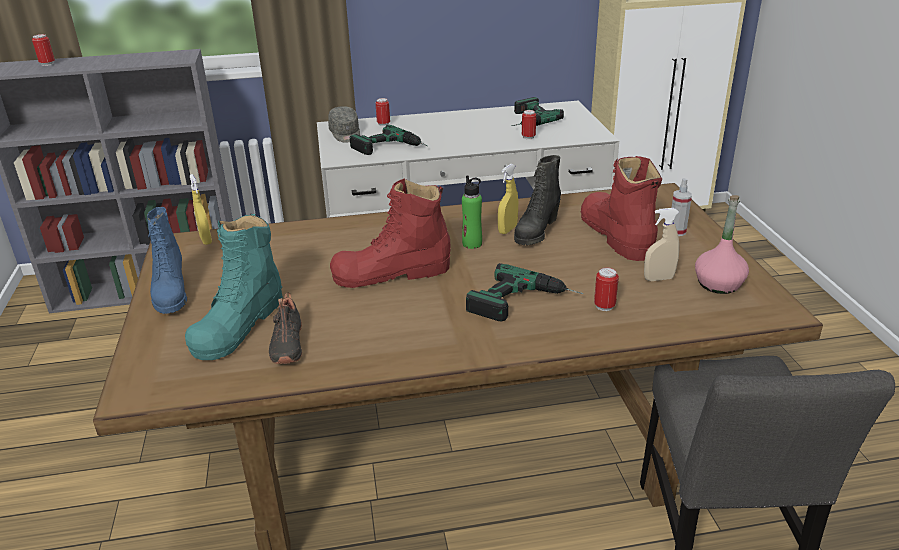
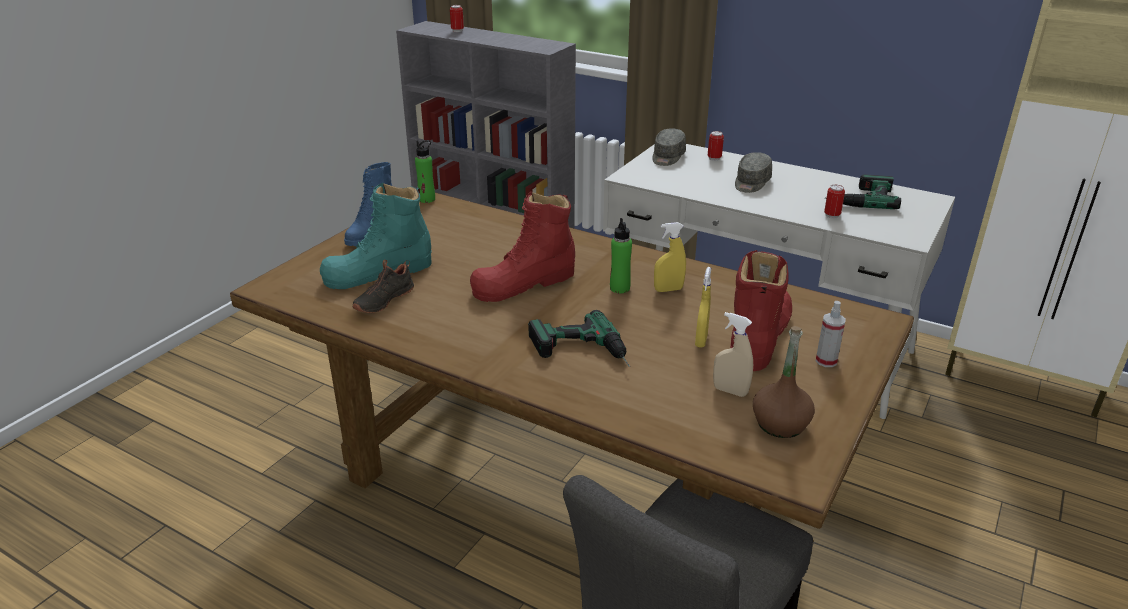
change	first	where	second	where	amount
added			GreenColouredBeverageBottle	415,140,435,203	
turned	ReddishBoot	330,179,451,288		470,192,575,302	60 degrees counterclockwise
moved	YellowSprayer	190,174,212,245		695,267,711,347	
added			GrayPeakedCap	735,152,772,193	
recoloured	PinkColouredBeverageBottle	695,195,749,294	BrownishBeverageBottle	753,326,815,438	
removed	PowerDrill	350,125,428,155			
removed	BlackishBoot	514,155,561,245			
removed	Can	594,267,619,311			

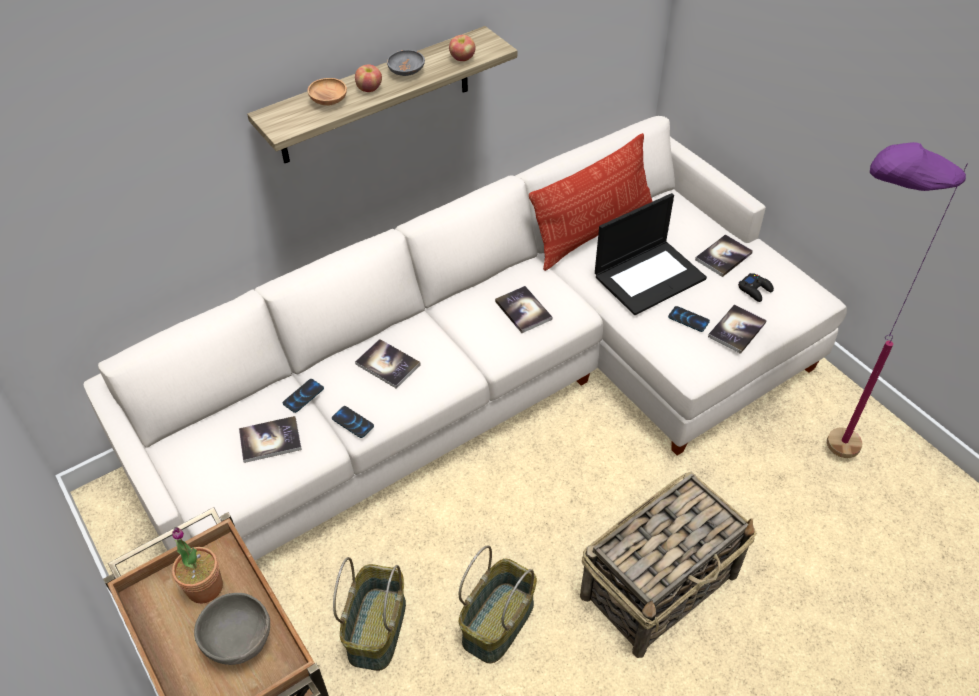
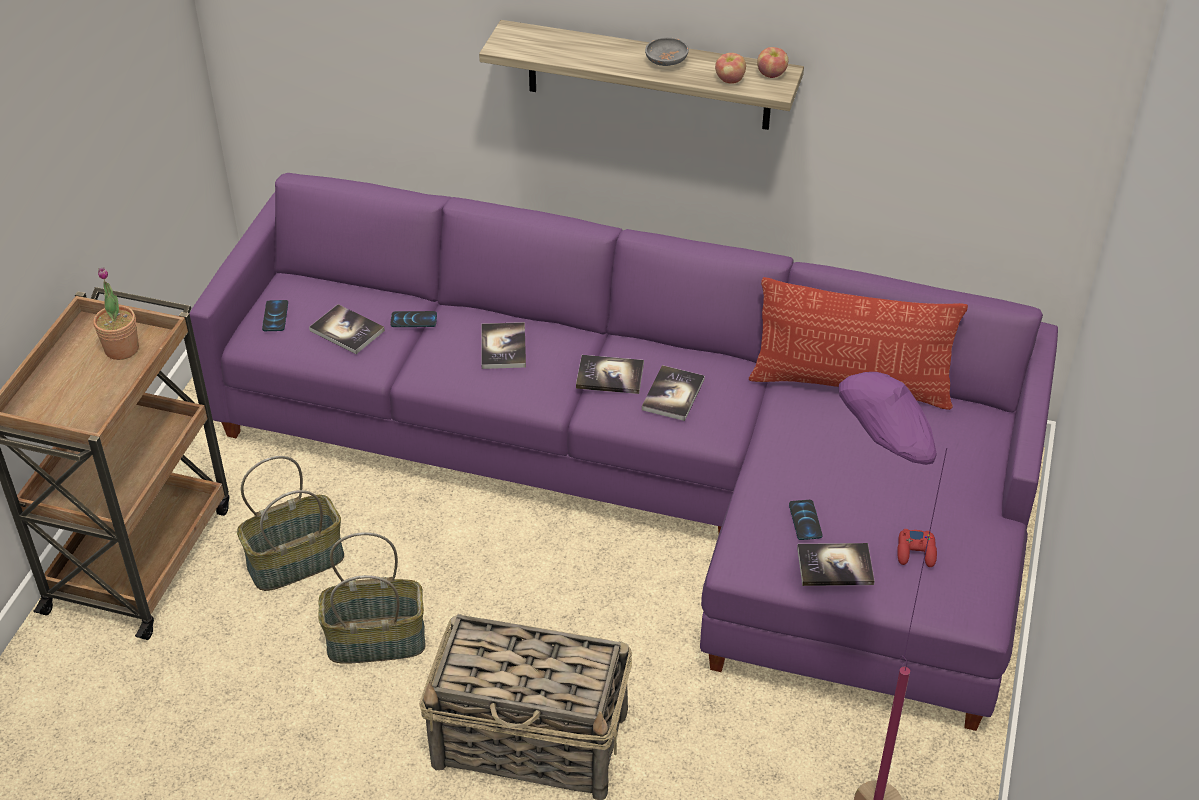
change	first	where	second	where	amount
recoloured	WhiteCouch	83,116,847,560	PurpleCouch	189,173,1058,731	
moved	Handset	332,406,374,438		262,300,288,331	
moved	BoundBook	695,234,753,277		576,355,644,394	
moved	WholeApple	355,64,382,92		757,47,788,78	
recoloured	BlackishGameController	738,273,774,302	ReddishGameController	897,529,937,567	
removed	GrayDeepDish	194,593,270,665			
removed	BrownishDeepDish	307,78,347,105			
removed	PortableComputer	595,193,707,315			

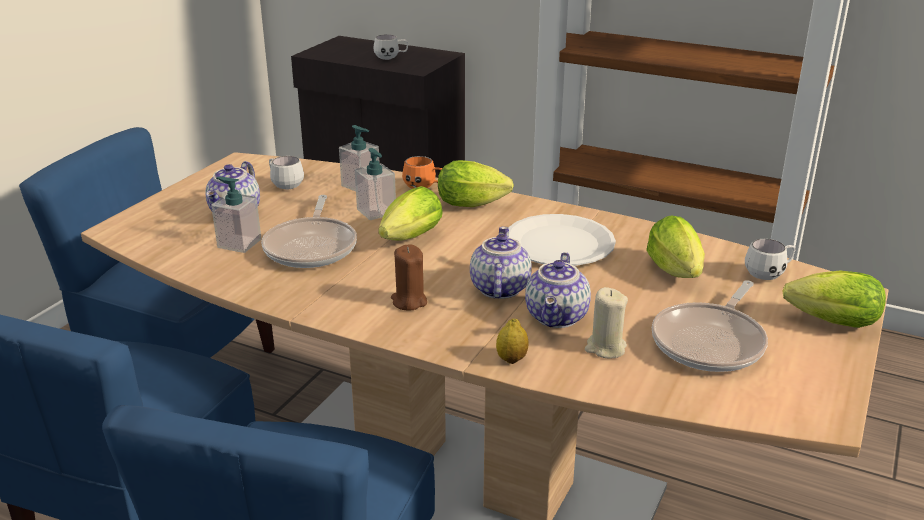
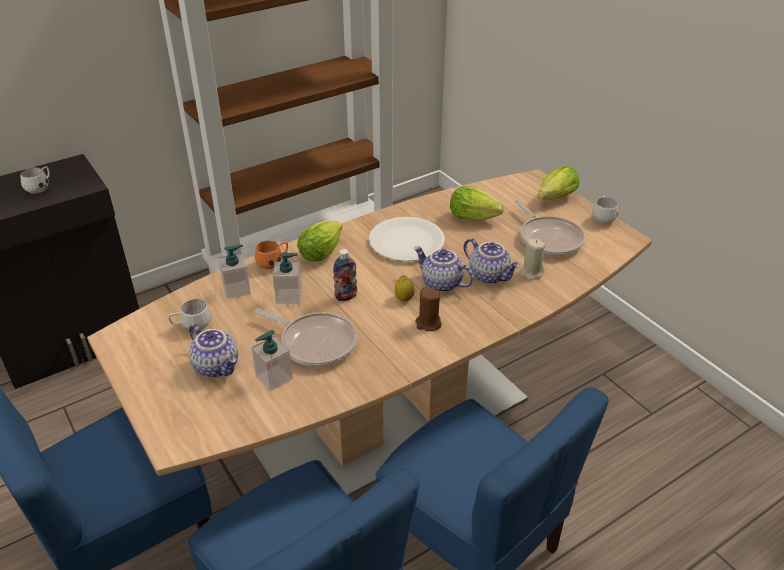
change	first	where	second	where	amount
replaced	Lettuce	378,186,443,241	BeverageBottle	333,249,357,301	
moved	WholeLemon	496,319,529,364		395,275,414,301	
moved	WhiteTeaMug	745,239,795,280		592,196,618,224	

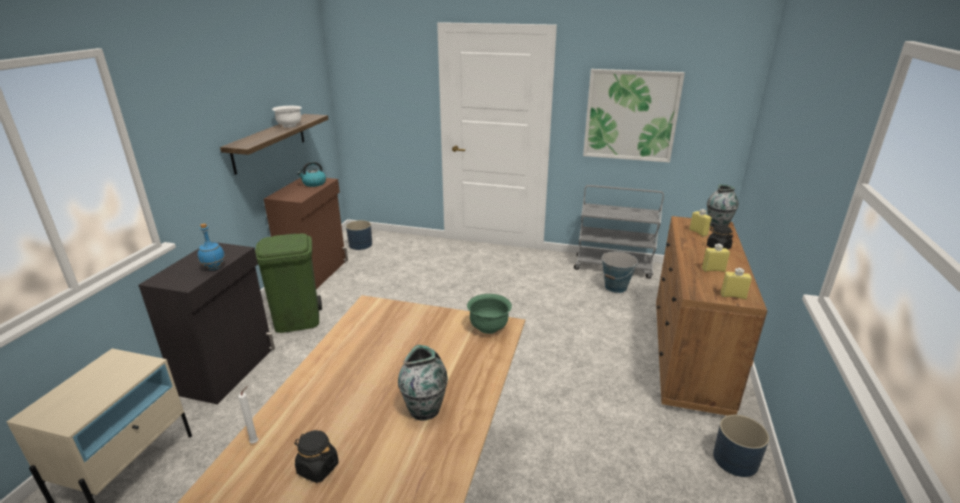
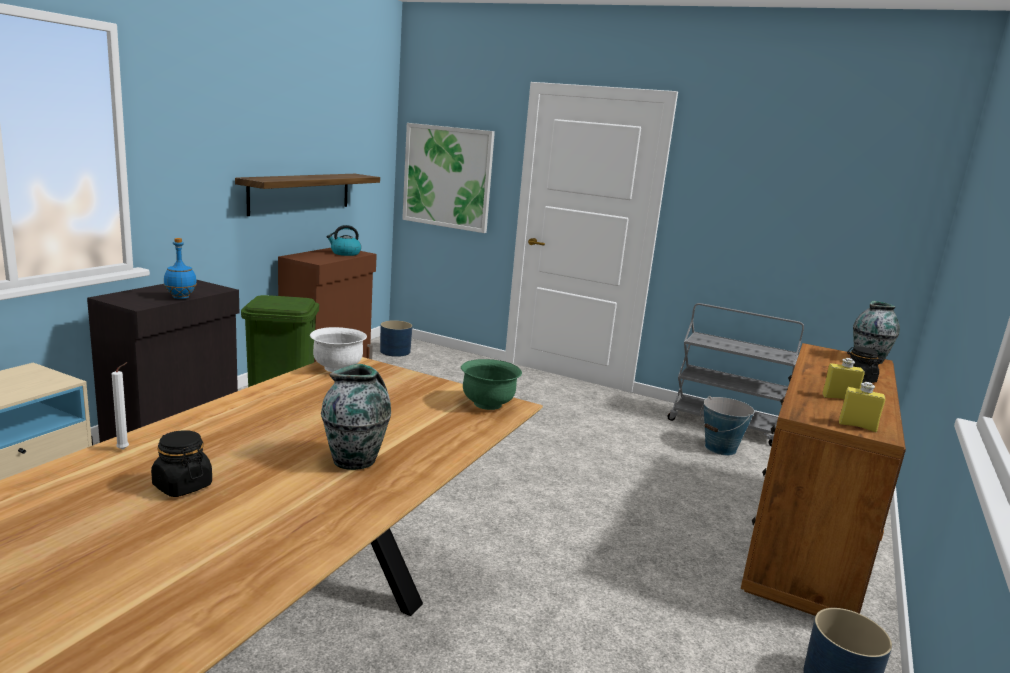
change	first	where	second	where	amount
moved	WhiteDeepDish	272,106,302,128		310,327,367,372	
moved	Picture	583,69,685,163		402,123,495,233	
removed	YellowBeverageBottle	689,209,712,237			

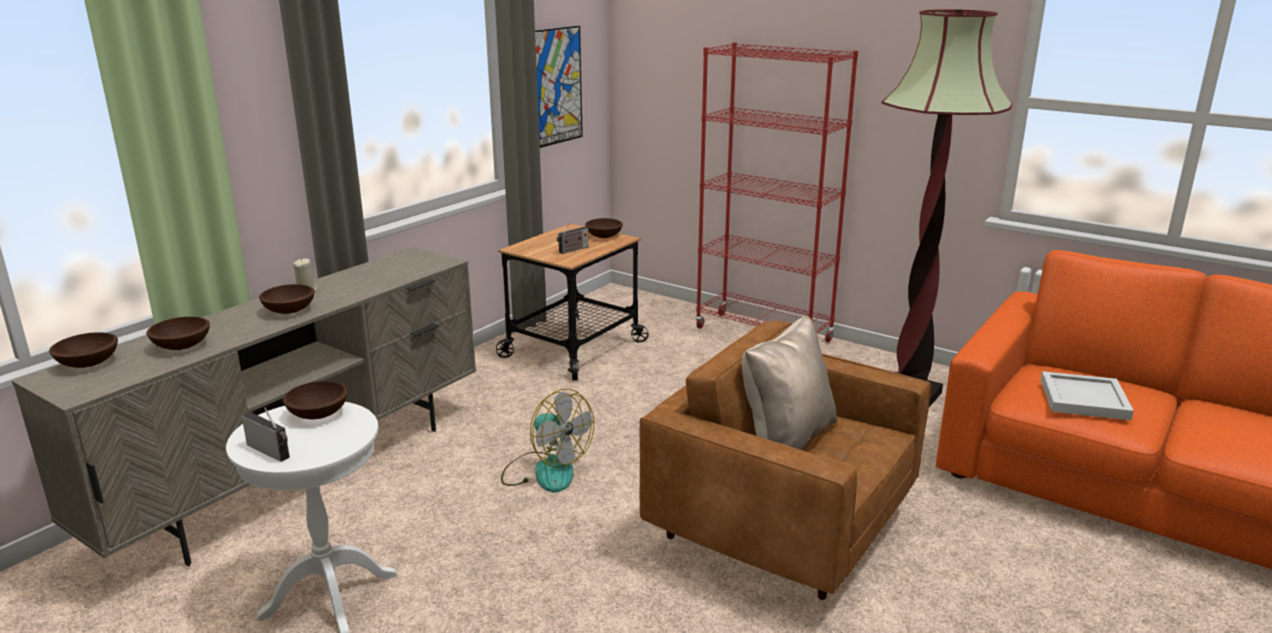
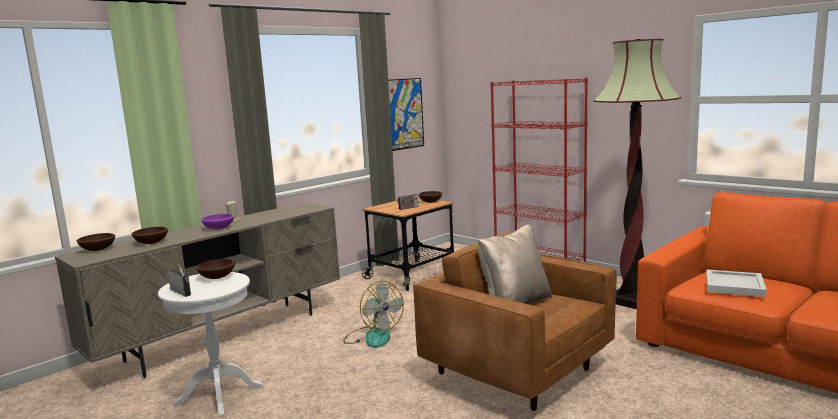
change	first	where	second	where	amount
recoloured	BrownishDeepDish	259,284,315,314	PurpleDeepDish	201,214,234,230	

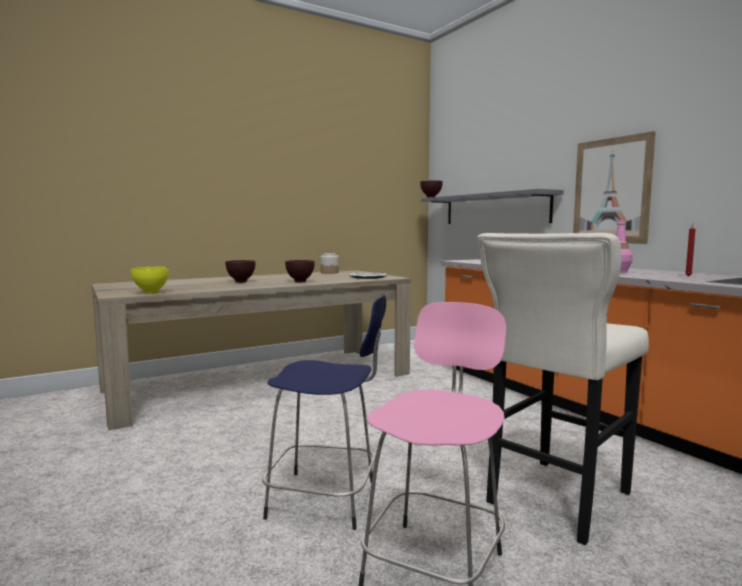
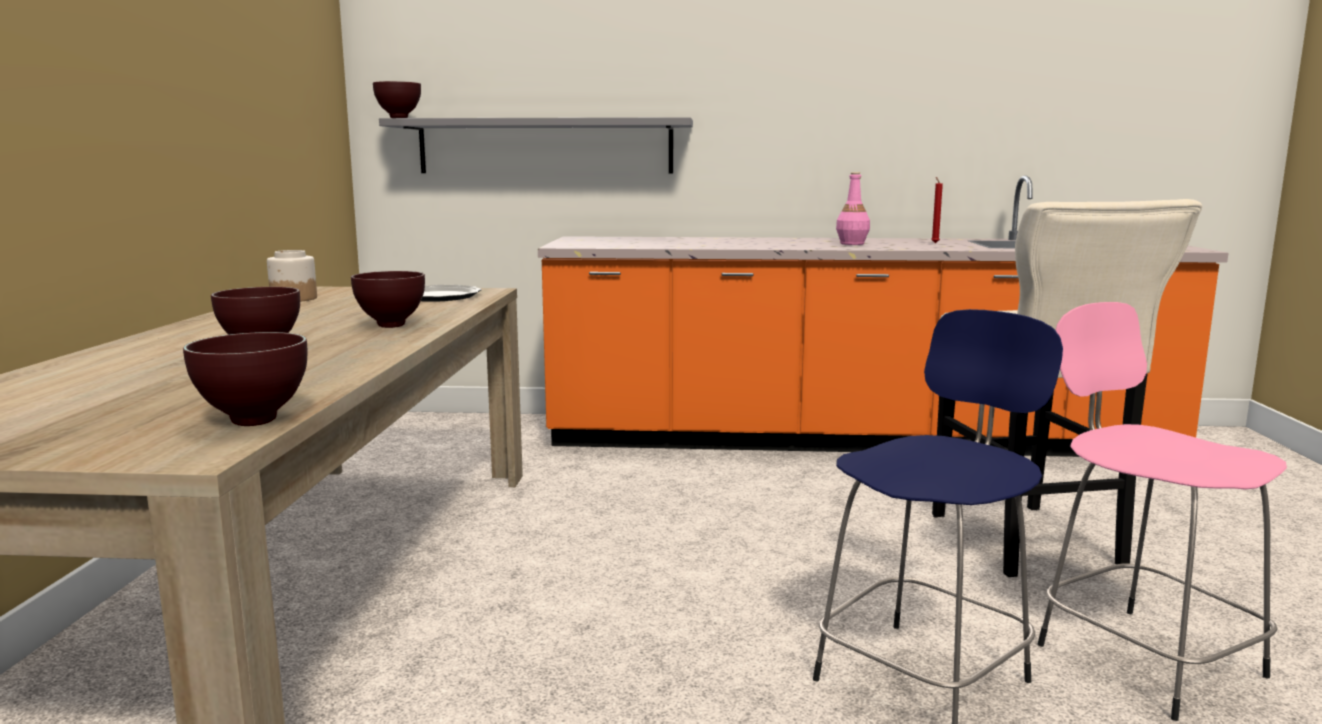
change	first	where	second	where	amount
recoloured	YellowDeepDish	131,267,169,294	BrownishDeepDish	183,332,308,426	
removed	Picture	573,131,656,244			

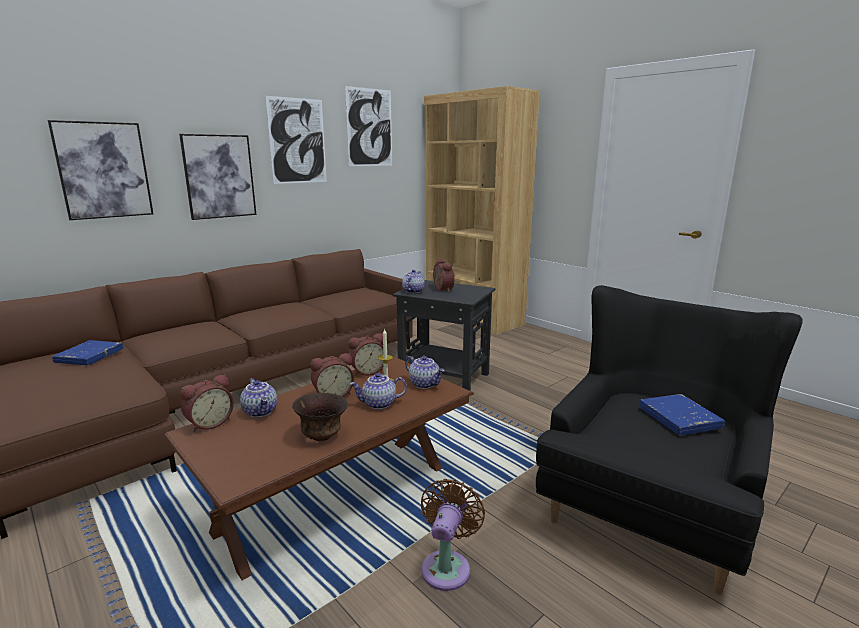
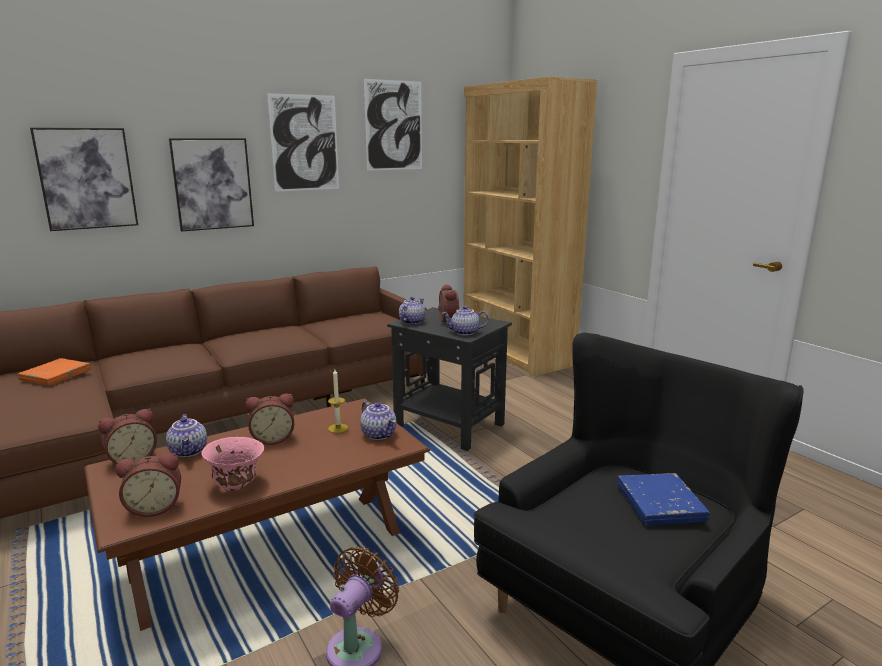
change	first	where	second	where	amount
recoloured	BlueBoundBook	52,340,123,365	OrangeBoundBook	18,358,91,386	
moved	BedsideClock	348,333,383,376		116,453,181,517	
recoloured	BrownishDeepDish	292,393,348,441	PinkColouredDeepDish	201,437,264,491	
moved	Teapot	350,373,407,409		442,306,489,335	

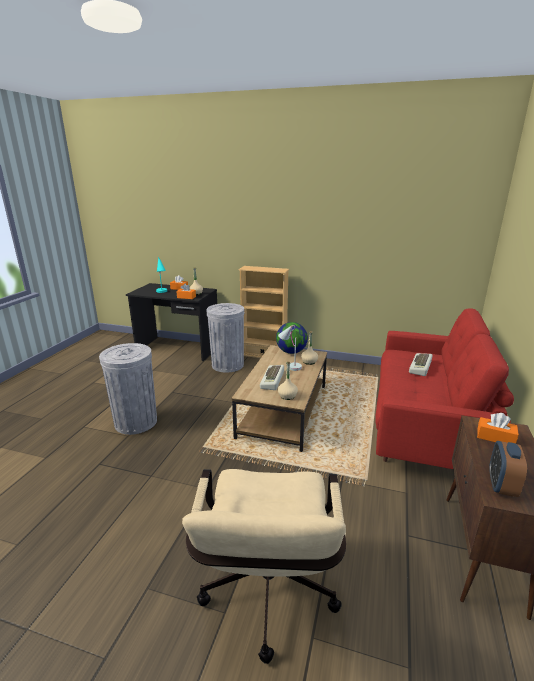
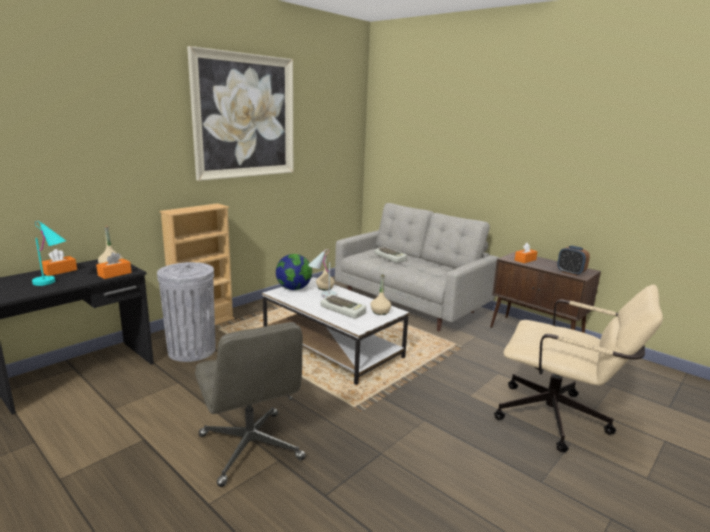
change	first	where	second	where	amount
added			Picture	187,46,293,181	
replaced	GrayWasteBin	99,343,157,435	GrayDeskChair	195,322,306,487	
recoloured	BrownishCoffeeTable	232,345,327,452	WhiteCoffeeTable	262,277,409,385	
recoloured	ReddishCouch	375,309,514,469	GrayCouch	335,203,499,331	

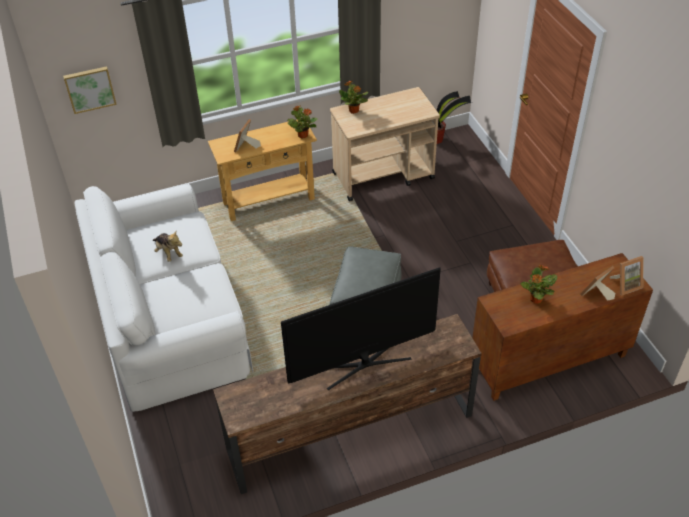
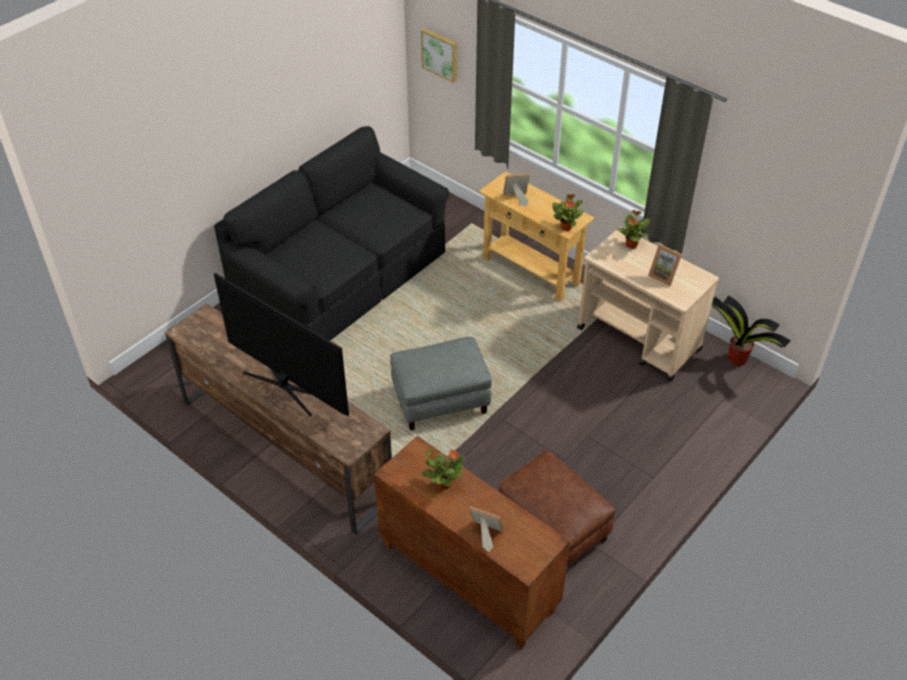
change	first	where	second	where	amount
recoloured	WhiteCouch	75,184,253,412	BlackishCouch	214,126,449,341	
moved	PhotoFrame	610,256,644,296		648,244,682,286	
removed	SoftToy	153,232,183,262			

